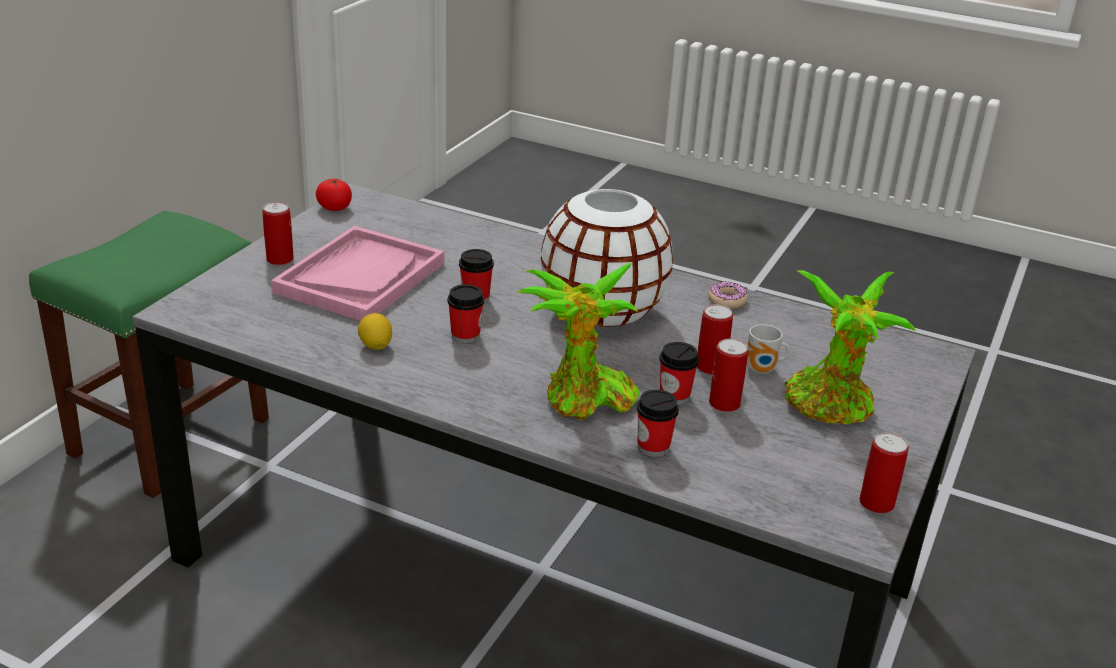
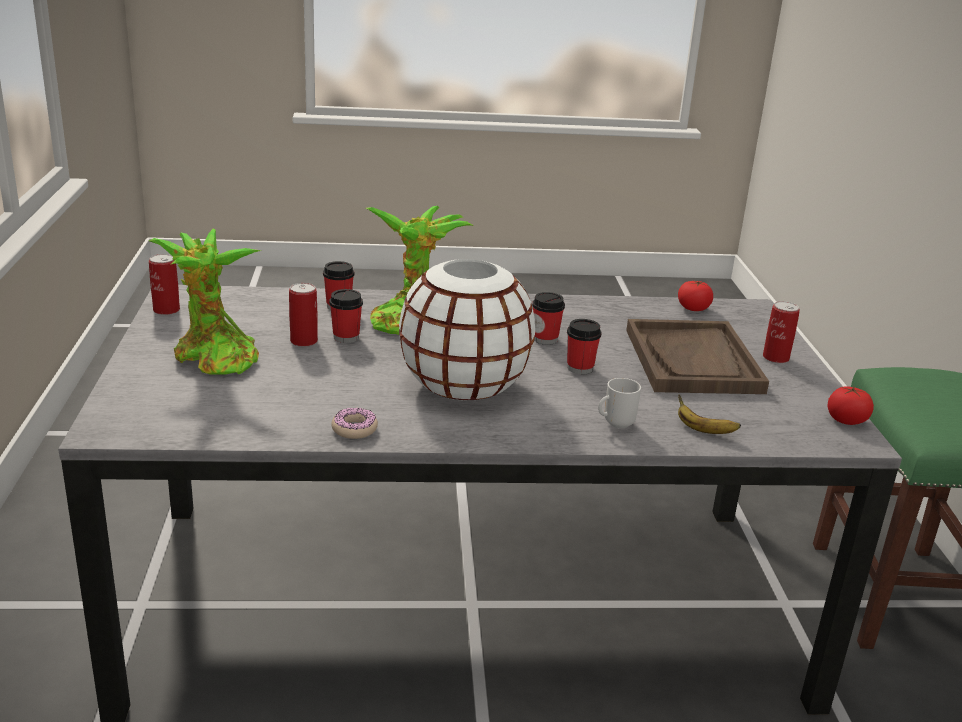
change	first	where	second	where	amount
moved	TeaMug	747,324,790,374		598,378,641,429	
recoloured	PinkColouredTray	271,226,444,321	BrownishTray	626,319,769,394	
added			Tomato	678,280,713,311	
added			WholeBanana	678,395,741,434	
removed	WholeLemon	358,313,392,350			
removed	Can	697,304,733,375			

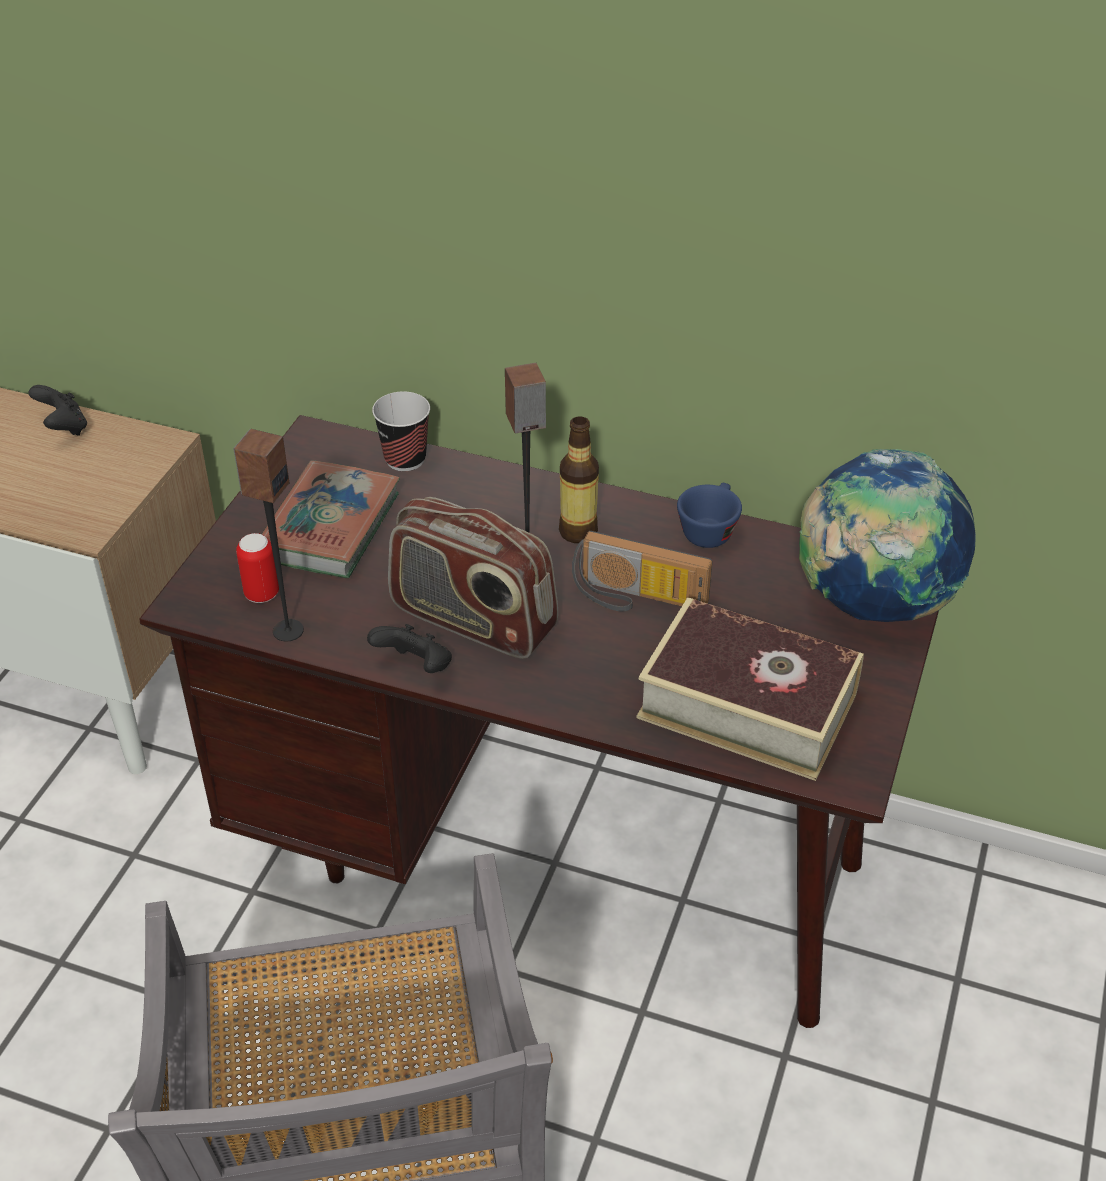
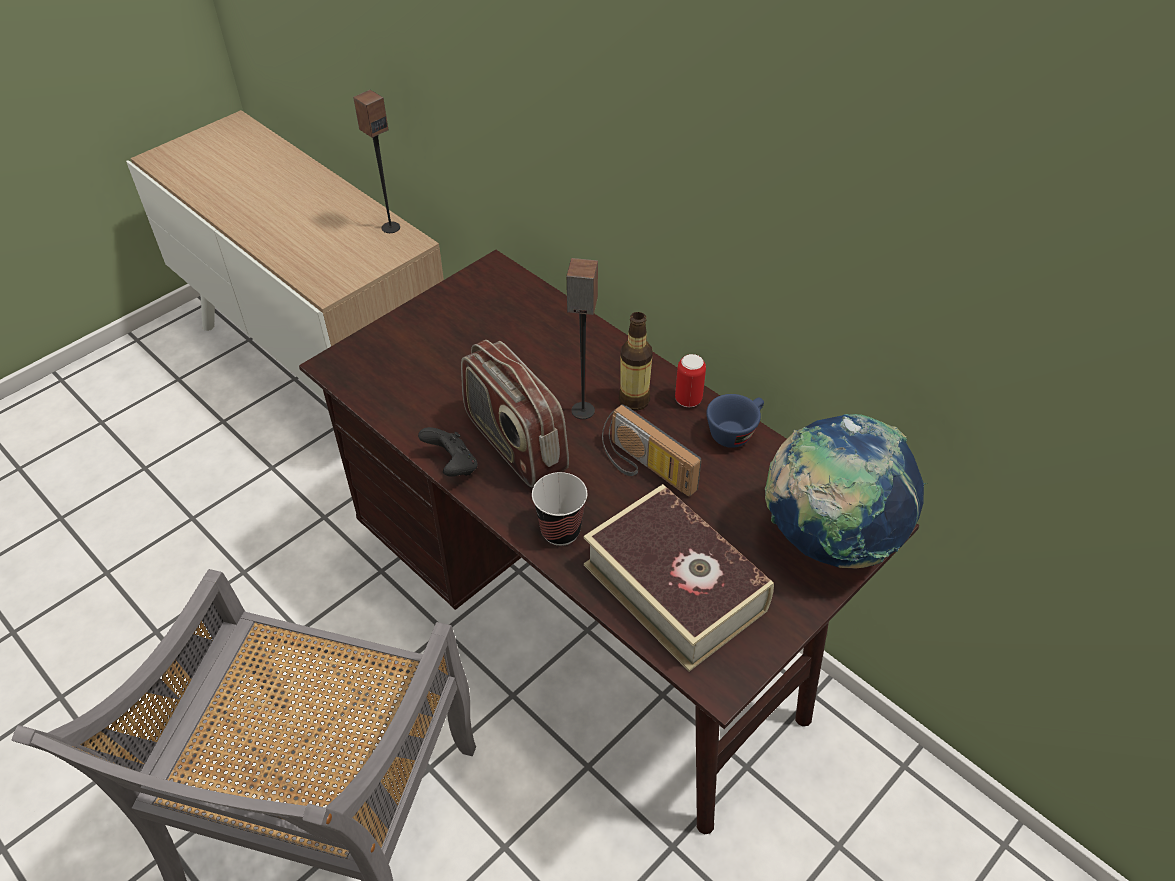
change	first	where	second	where	amount
moved	Loudspeaker	233,429,304,642		353,90,400,233	
moved	SmallCup	372,392,430,471		532,472,587,546	
moved	Can	236,533,279,603		675,354,706,407	
removed	BlackishGameController	29,385,87,436			
removed	BoundBook	262,460,400,578			

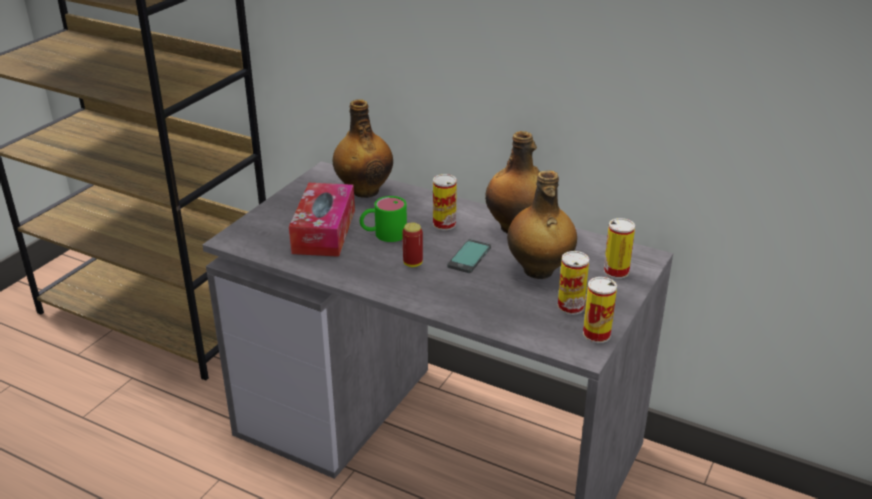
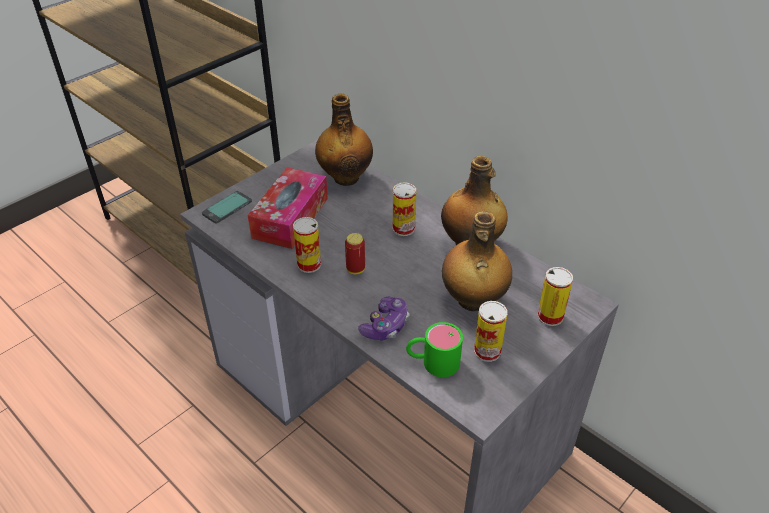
change	first	where	second	where	amount
moved	Handset	447,239,491,273		202,191,252,224	
moved	Can	583,277,617,343		293,217,321,273	
added			GameController	358,297,409,340	
moved	GreenColouredTeaMug	360,196,407,242		406,322,463,377	

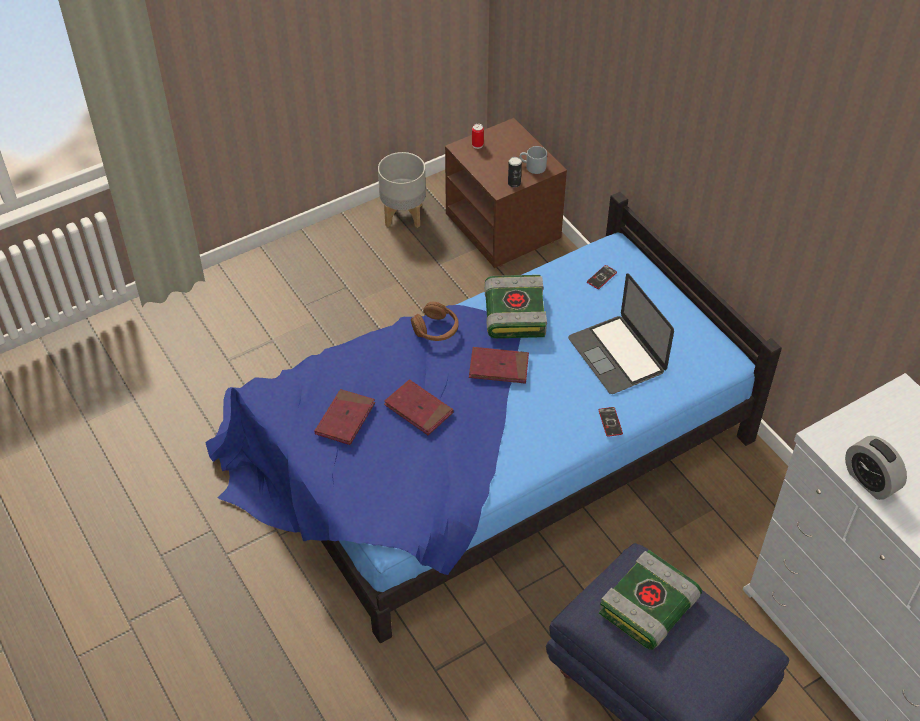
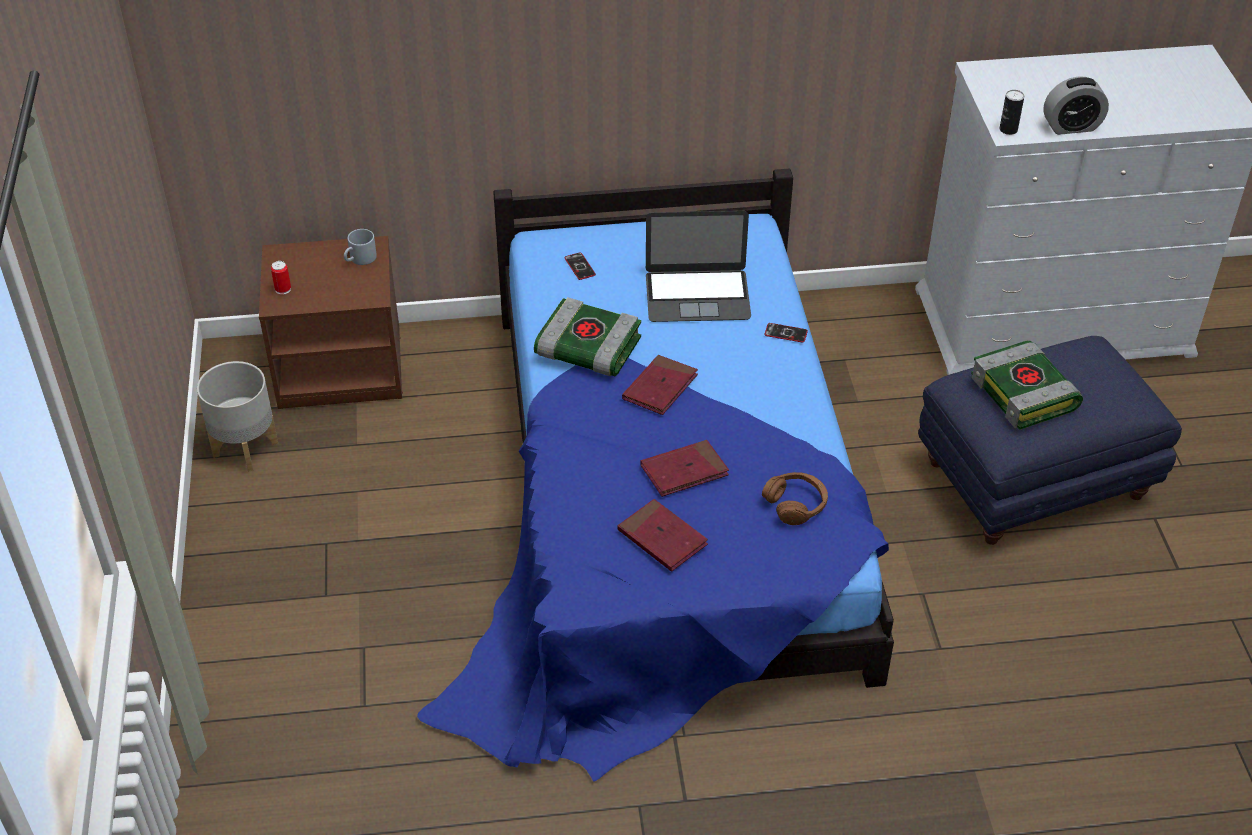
change	first	where	second	where	amount
moved	BrownishHeadphones	411,302,459,341		762,472,828,525	
moved	Can	508,157,522,187		999,90,1024,135	

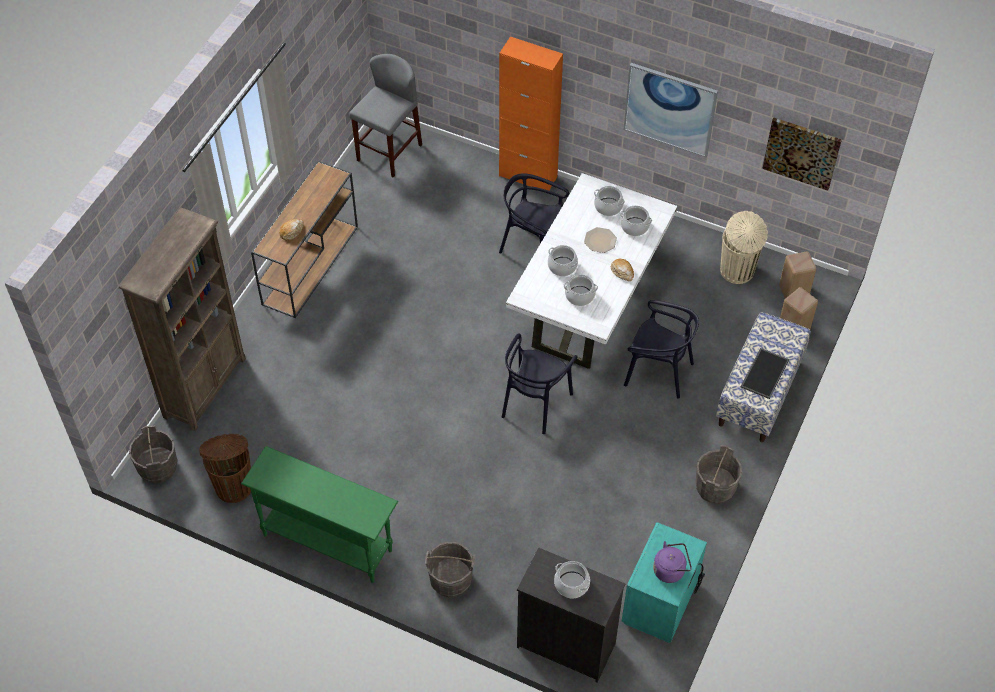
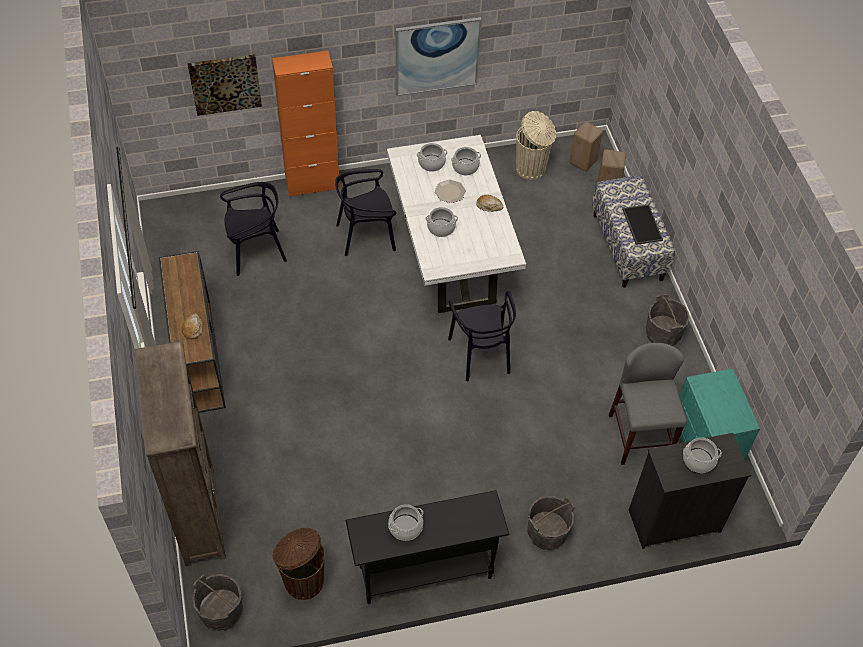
change	first	where	second	where	amount
moved	Picture	762,118,842,191		188,54,262,116	
moved	BlackishUprightChair	624,300,699,399		220,182,287,276	
recoloured	GreenColouredHallTable	241,446,398,583	BlackishHallTable	346,490,509,604	
moved	Stockpot	563,274,598,306		388,504,423,541	
moved	GrayStoolSeat	349,54,422,178		609,342,687,465	
removed	PurpleWaterKettle	653,541,692,583			

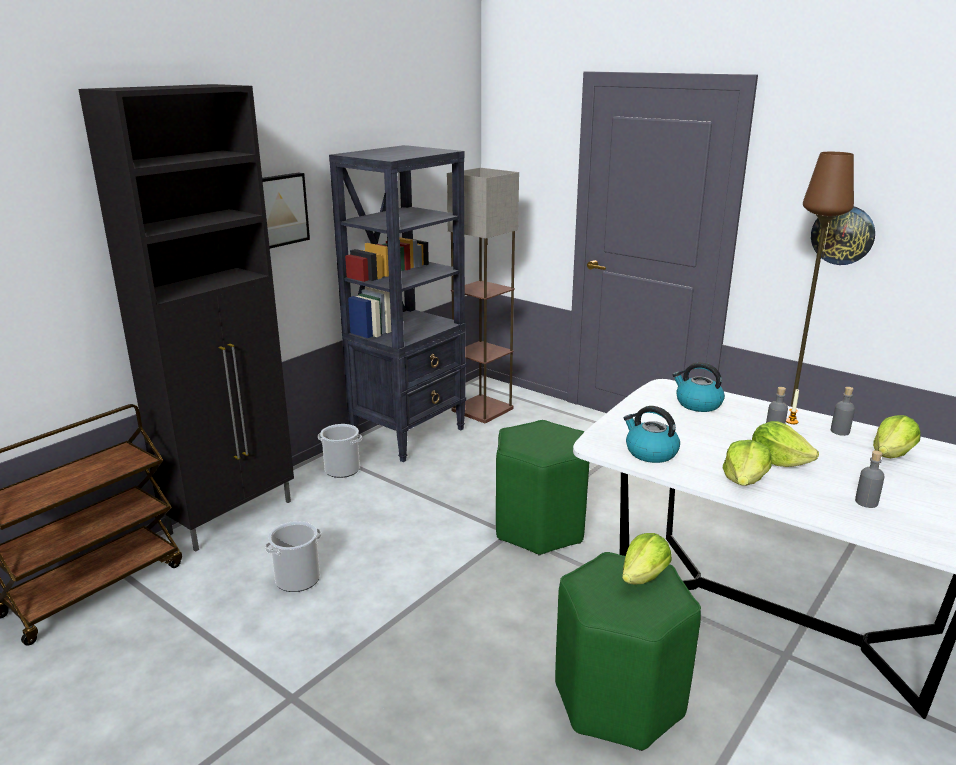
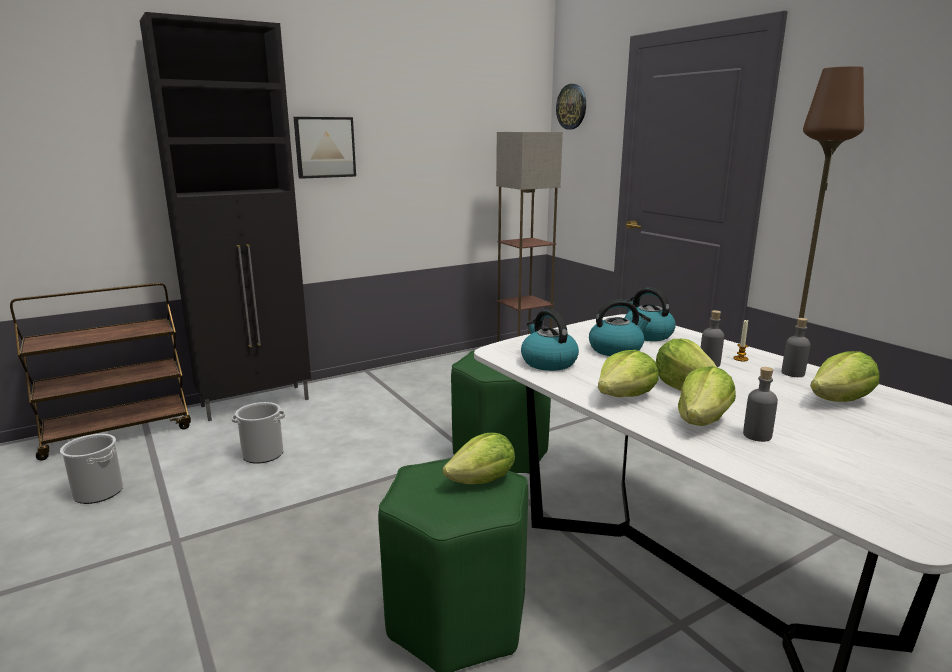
change	first	where	second	where	amount
moved	Bucket	318,424,362,478		60,434,123,504	
moved	HangingClock	811,206,875,265		556,84,586,129	
added			WaterKettle	589,300,651,356	
added			Lettuce	678,366,736,426	
removed	BlackishBookshelf	329,145,466,462			

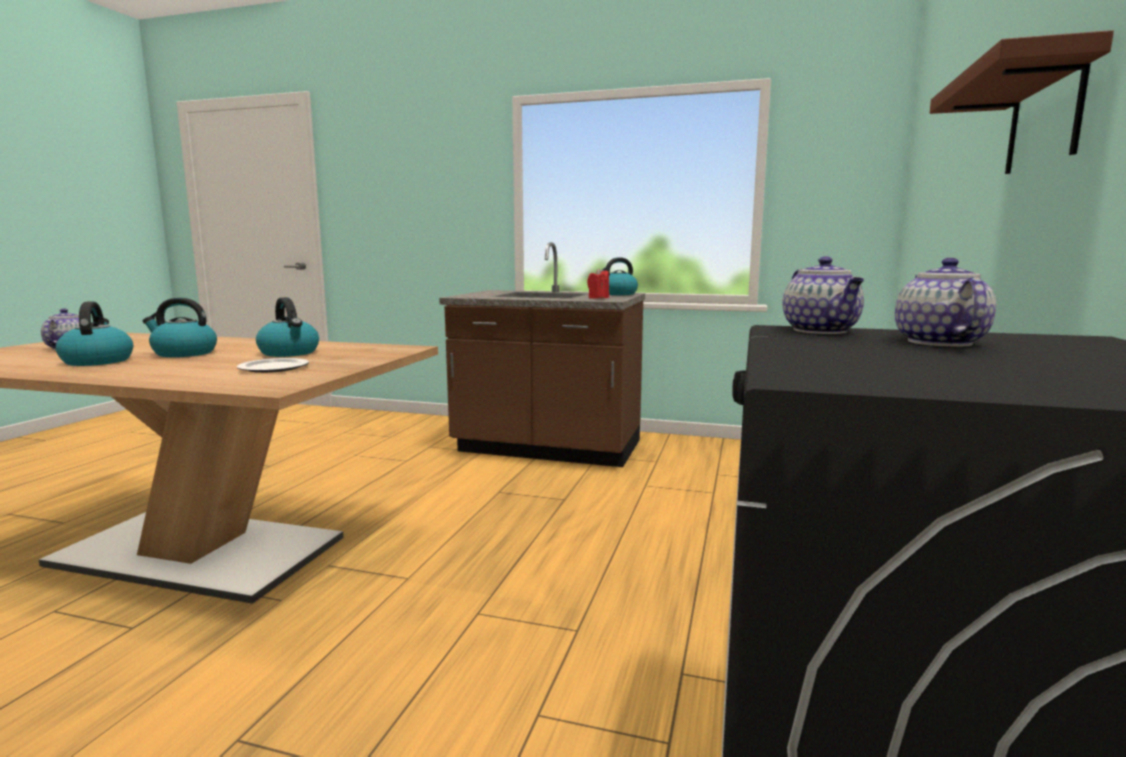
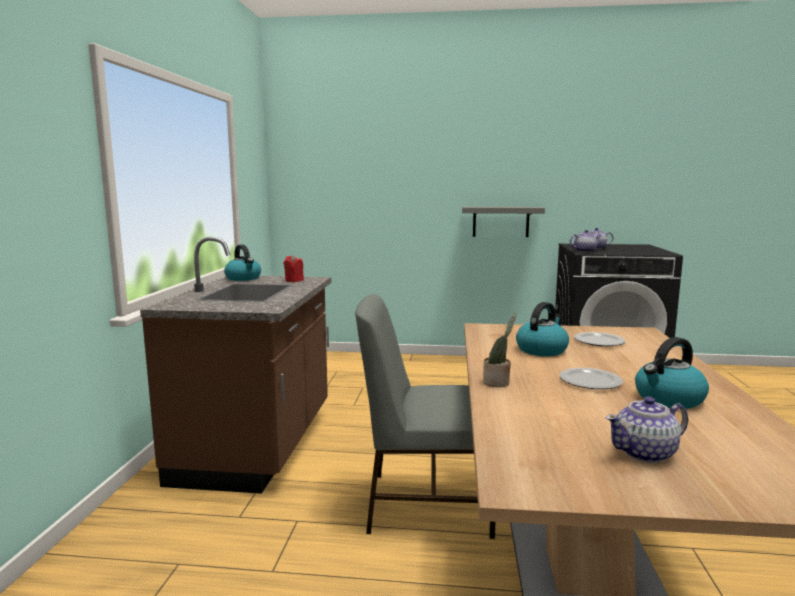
change	first	where	second	where	amount
added			GrayUprightChair	355,294,495,539	
added			GrayBracketShelf	462,206,545,237	
added			Houseplant	483,313,517,387	
replaced	WaterKettle	142,297,217,357	DinnerPlate	559,368,623,389	
removed	BrownishBracketShelf	930,30,1114,174			

